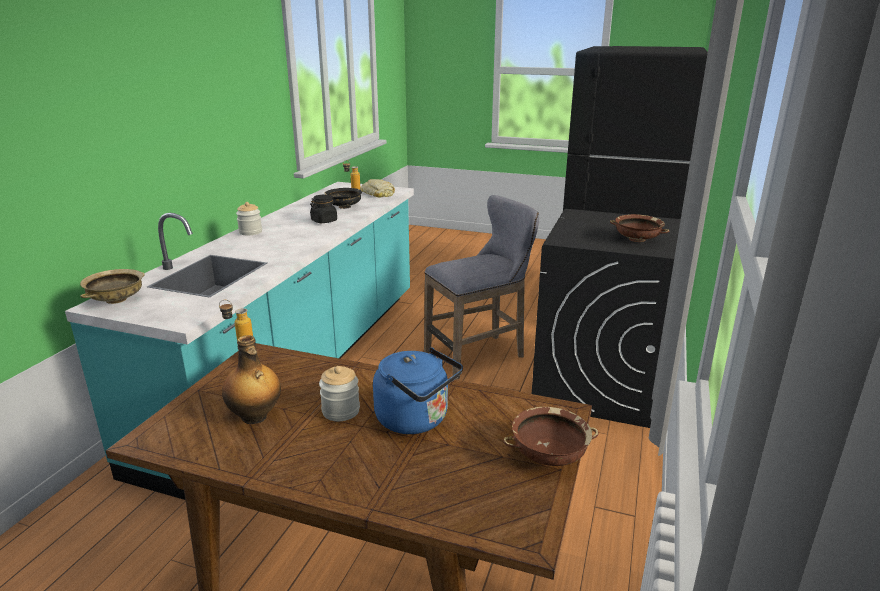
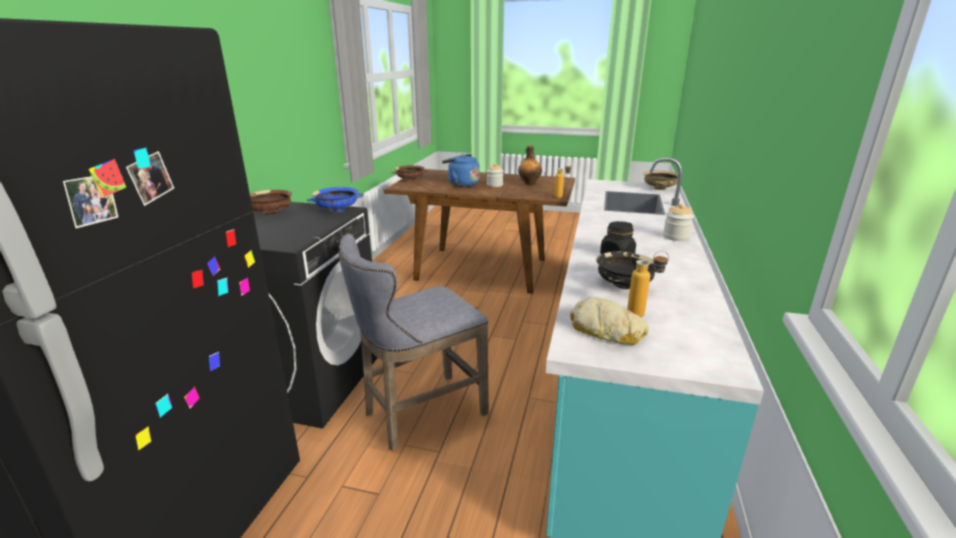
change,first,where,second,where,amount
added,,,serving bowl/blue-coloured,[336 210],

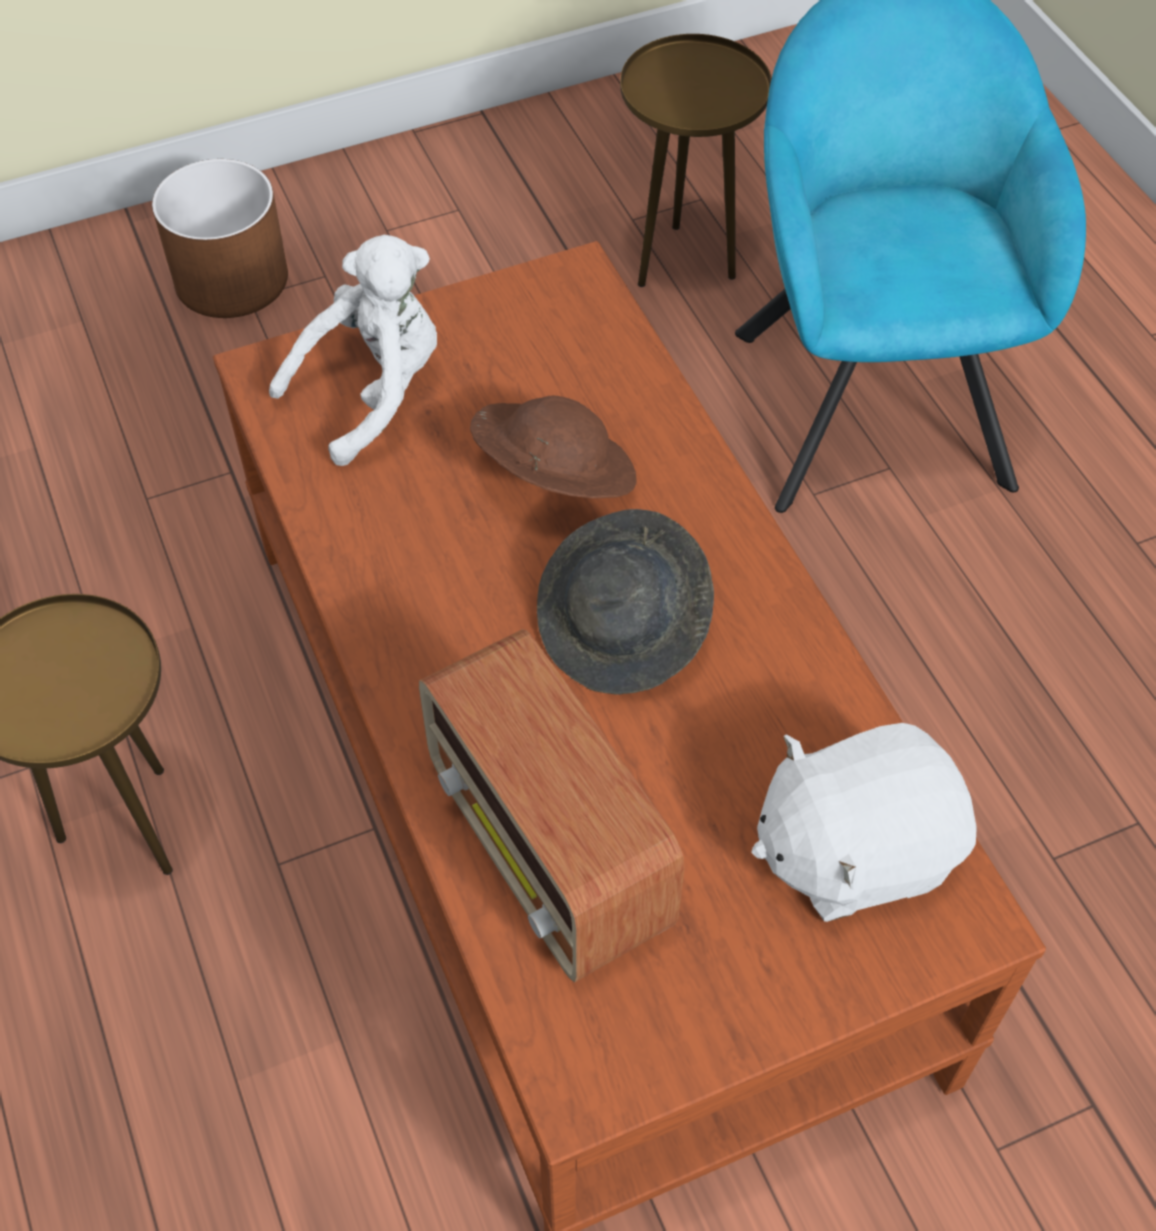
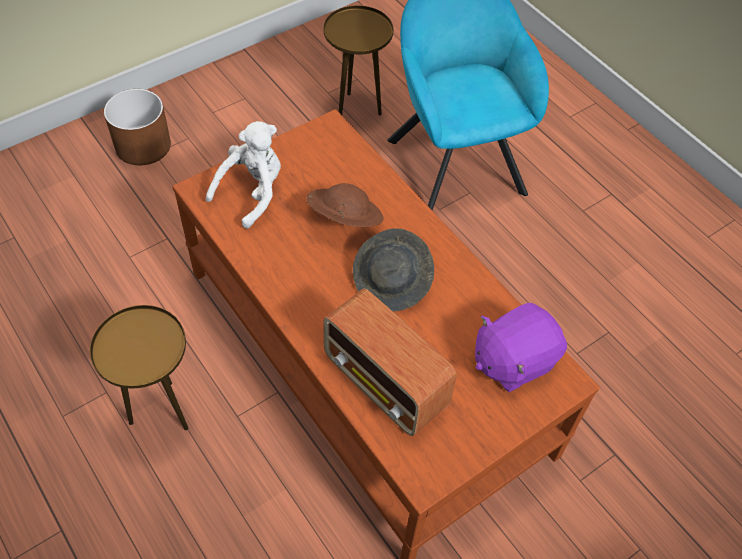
change,first,where,second,where,amount
recoloured,soft toy/whitish,[854 849],soft toy/purplish,[513 360],

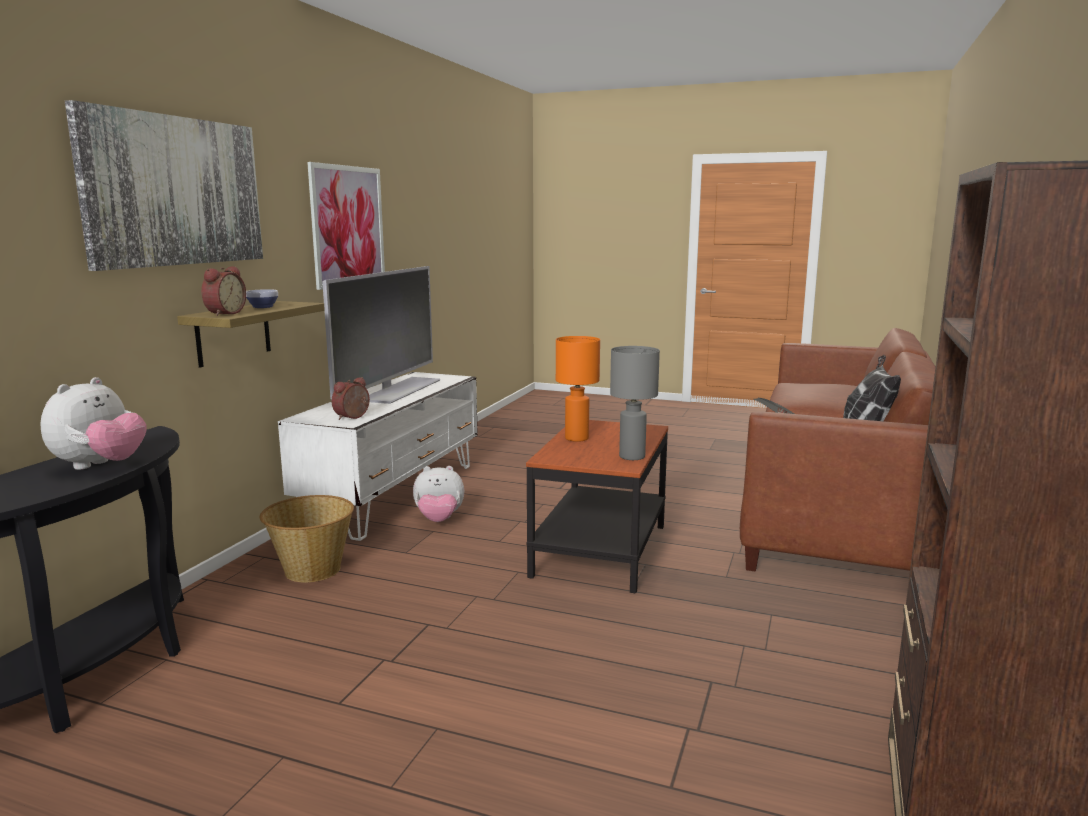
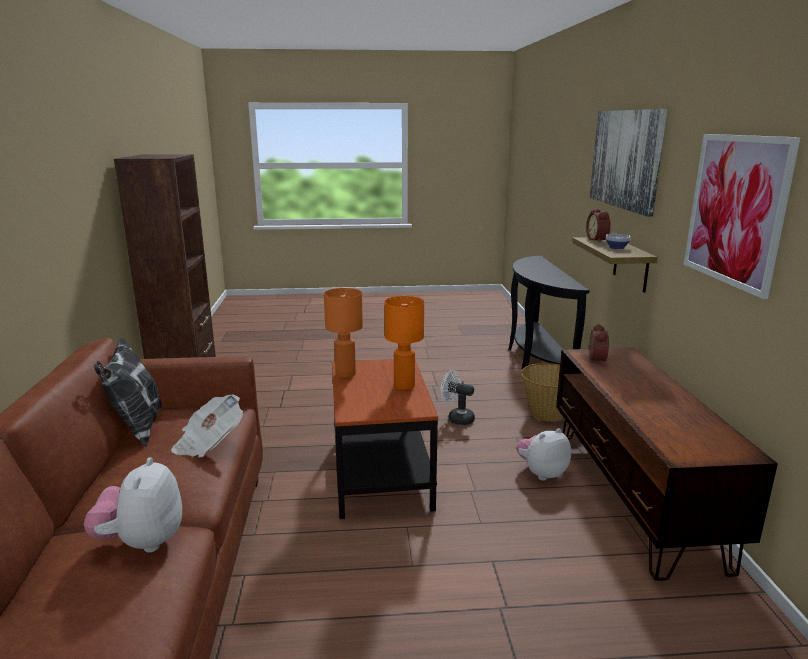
change,first,where,second,where,amount
removed,TV,[399 390],,,
added,,,fan/whitish,[456 418],
moved,soft toy,[100 466],,[142 542],
recoloured,tv unit/whitish,[394 494],tv unit/brown-coloured,[633 495],
recoloured,tabletop lamp/grey,[632 457],tabletop lamp/orangey,[345 374],

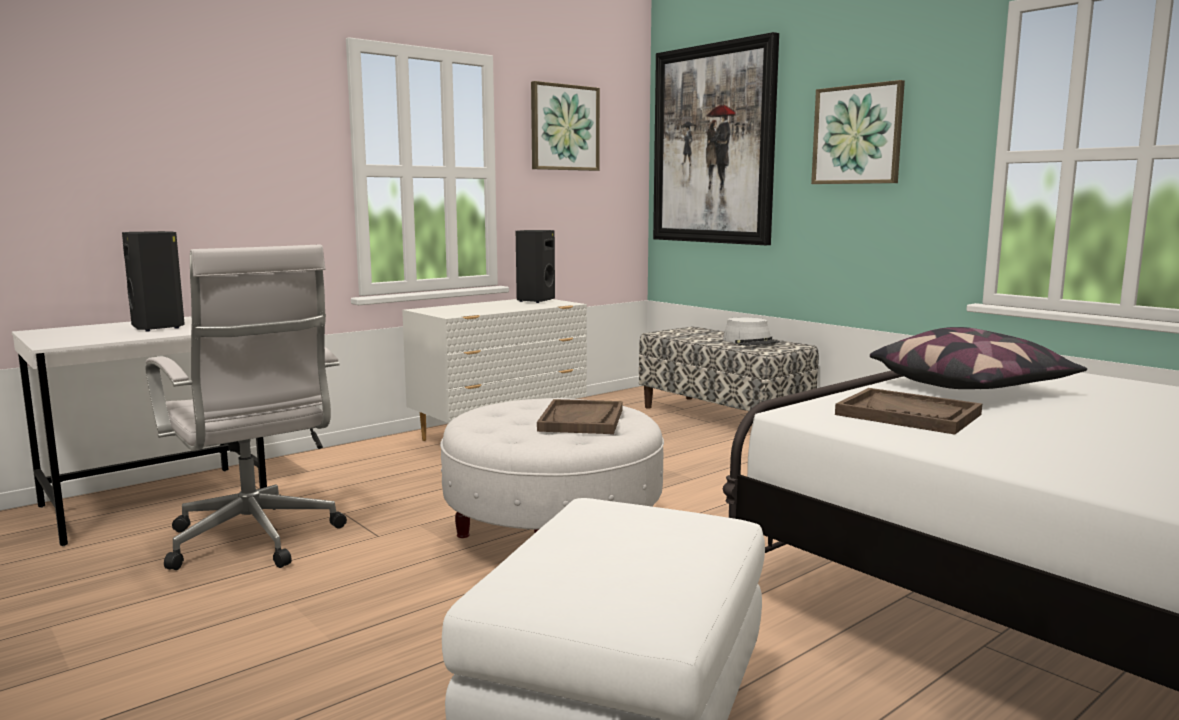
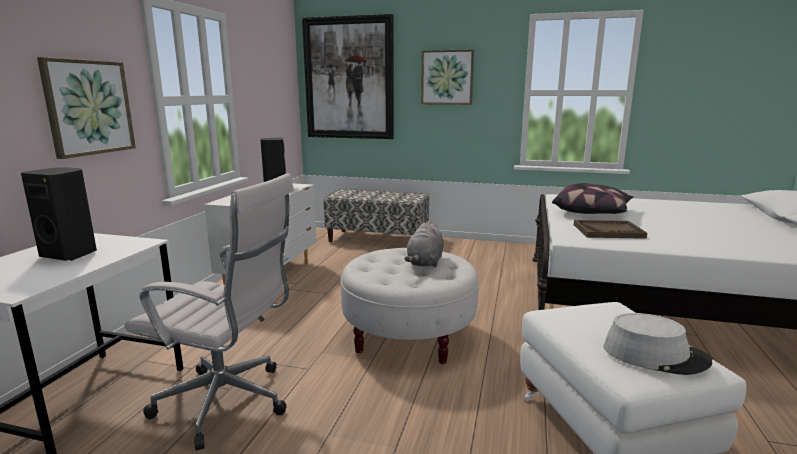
change,first,where,second,where,amount
moved,picture,[564 127],,[88 107],
moved,hat/grey,[751 342],,[654 355],
replaced,carrying tray/brown-coloured,[582 420],soft toy/grey,[425 262],

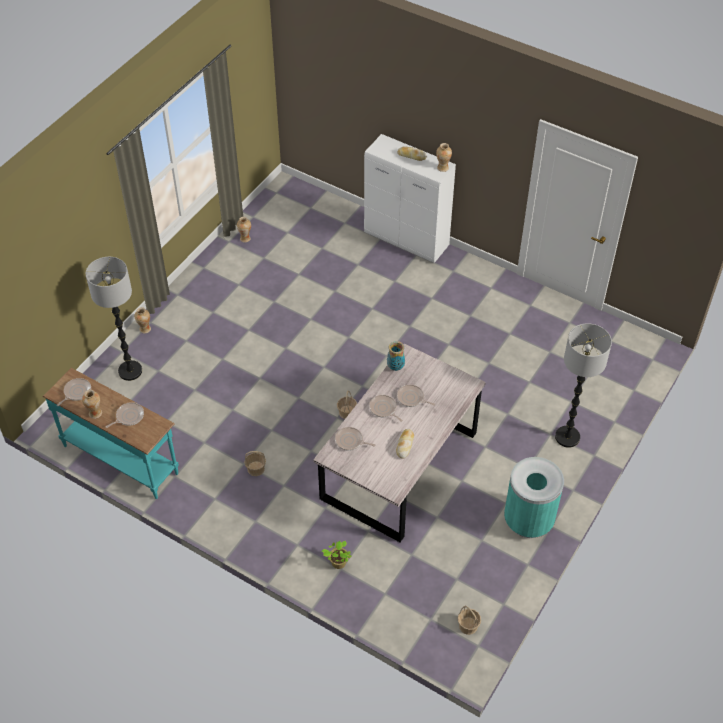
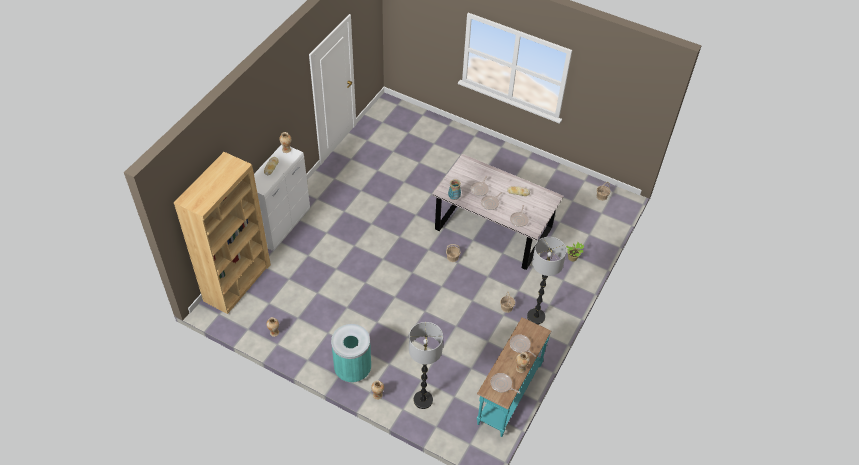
change,first,where,second,where,amount
added,,,bookcase/brown-coloured,[237 282],
moved,trash can/blue-green,[528 520],,[352 369],
moved,standing lamp,[567 437],,[535 317],

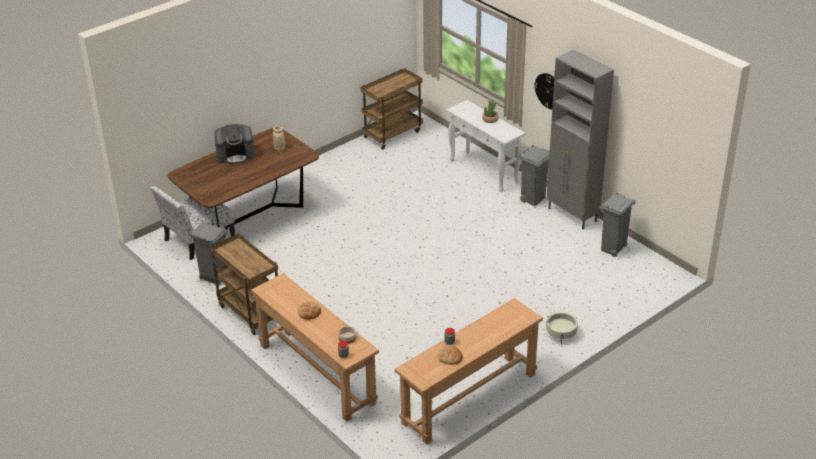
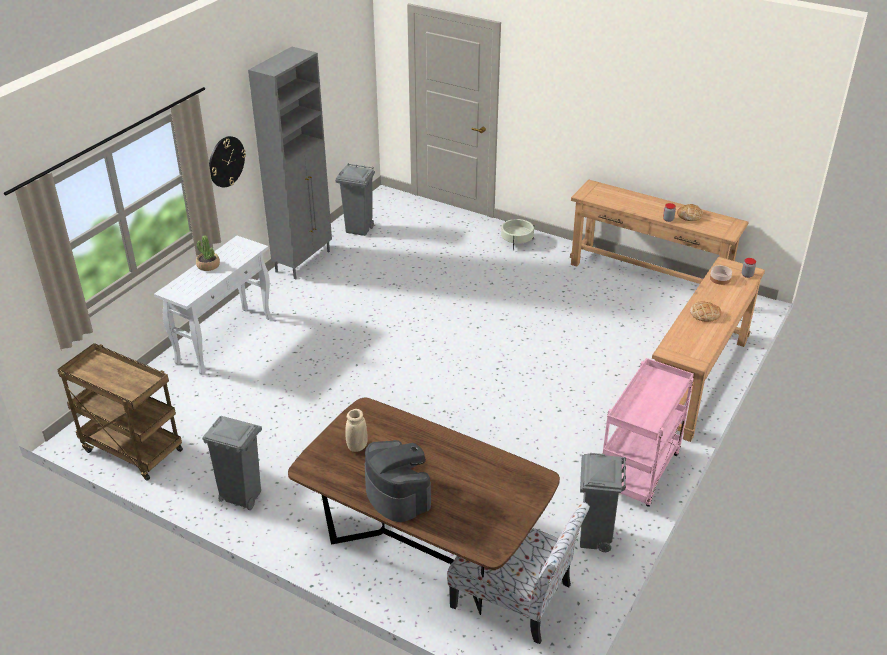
change,first,where,second,where,amount
moved,trash can/grey,[533 199],,[241 497],
recoloured,wheeled cart/brown-coloured,[249 312],wheeled cart/pinkish,[639 473],

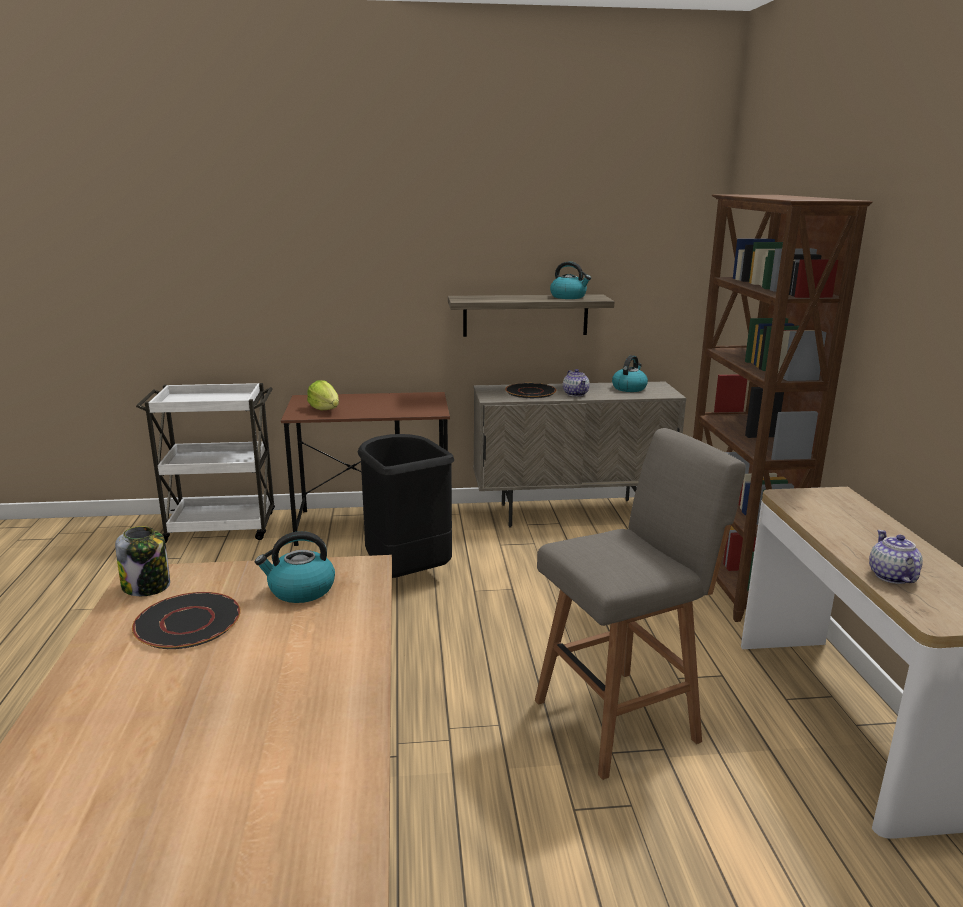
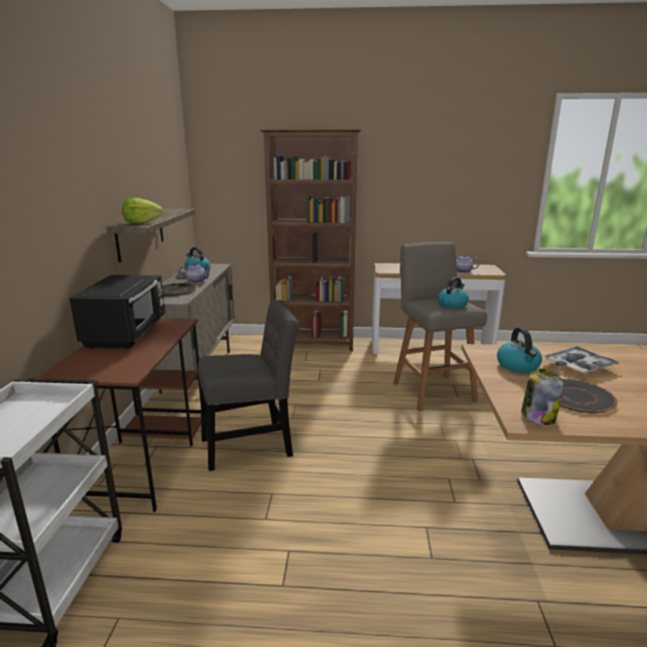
change,first,where,second,where,amount
added,,,microwave oven/black,[127 334],
added,,,carrying tray,[578 366],
moved,lettuce head,[325 409],,[141 222],
moved,kettle,[569 297],,[452 304],
replaced,trash can/black,[405 573],upright chair/grey,[251 445],

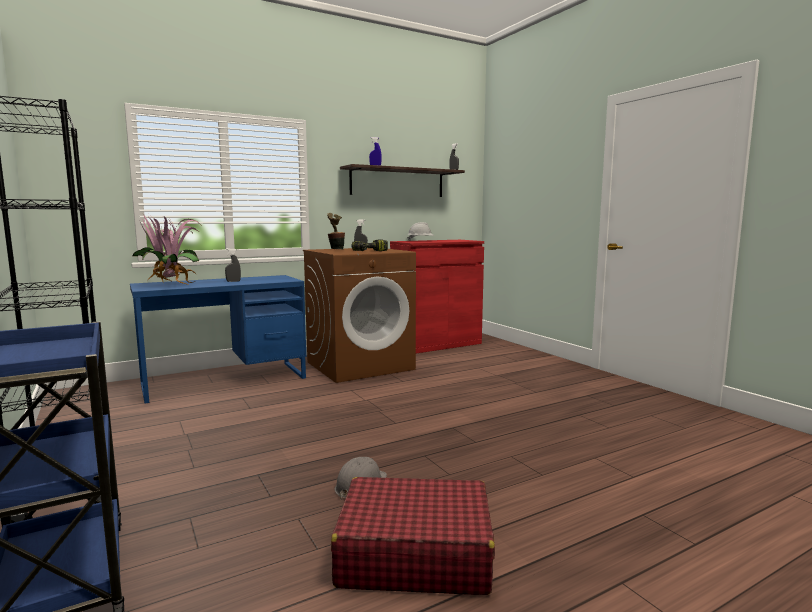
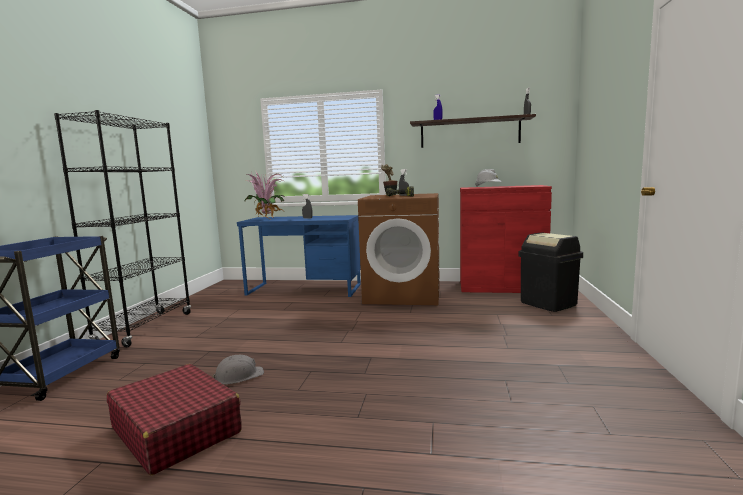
change,first,where,second,where,amount
added,,,trash can/black,[548 303],

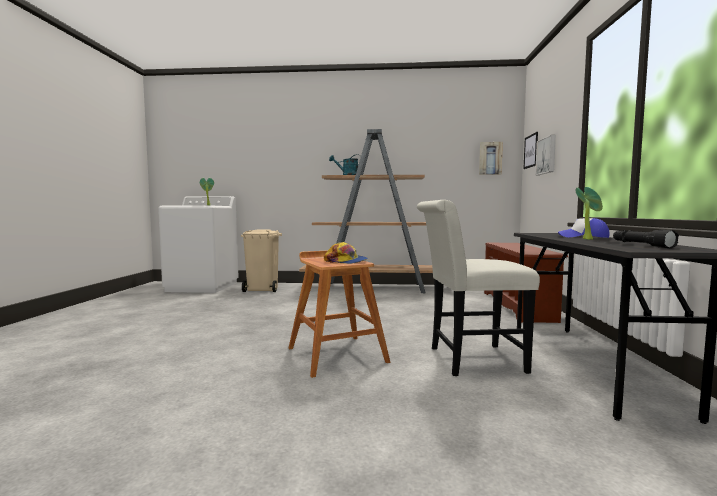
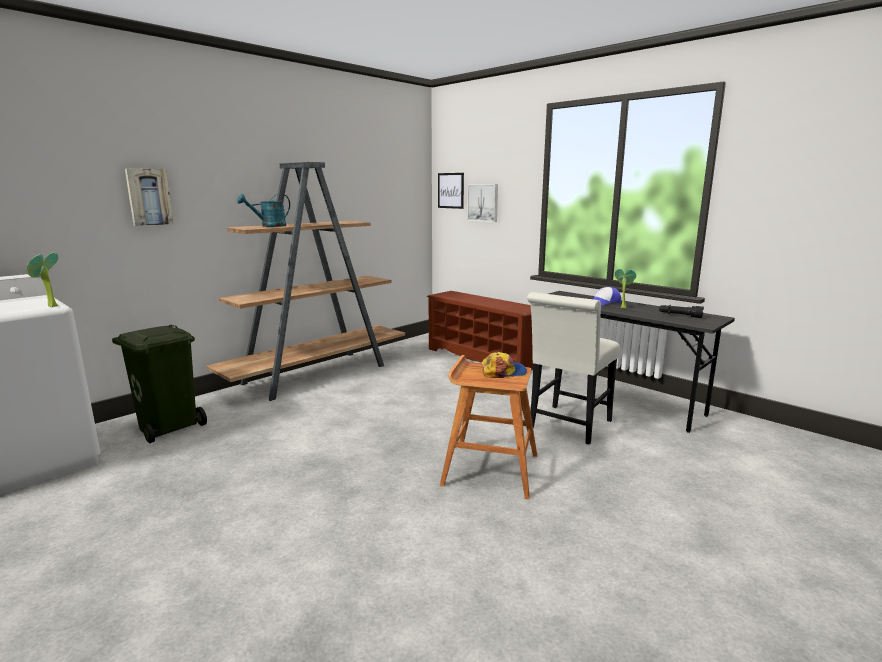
change,first,where,second,where,amount
moved,picture,[490 158],,[149 197],
recoloured,trash can/beige,[263 289],trash can/green-coloured,[169 427],

